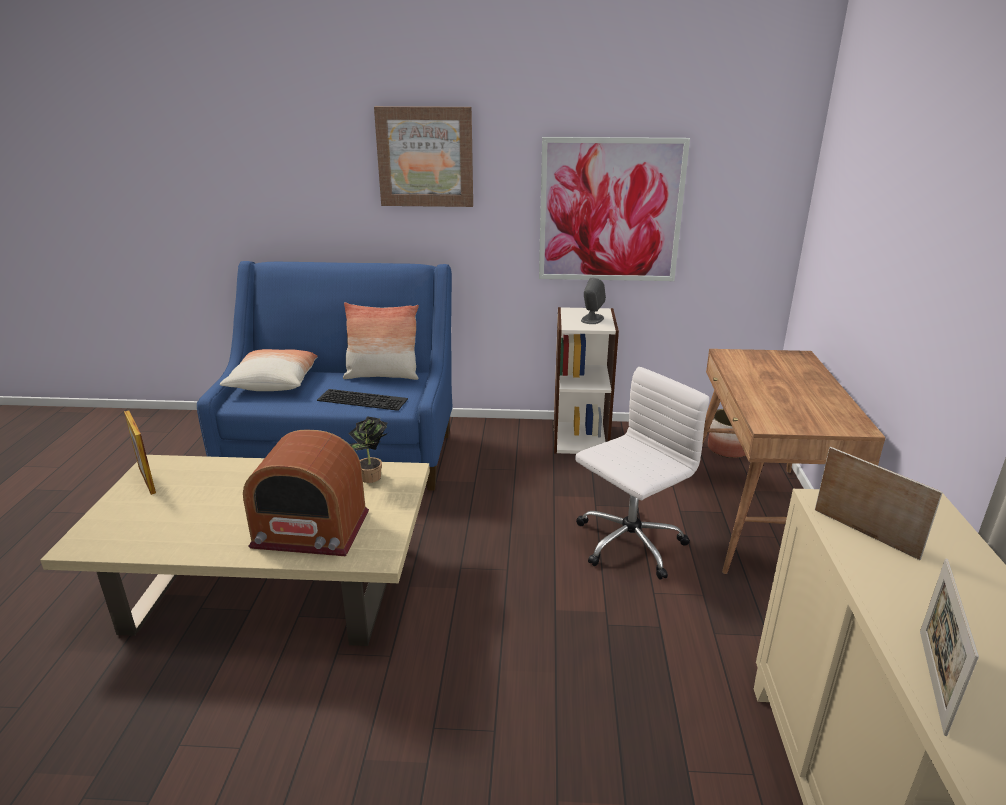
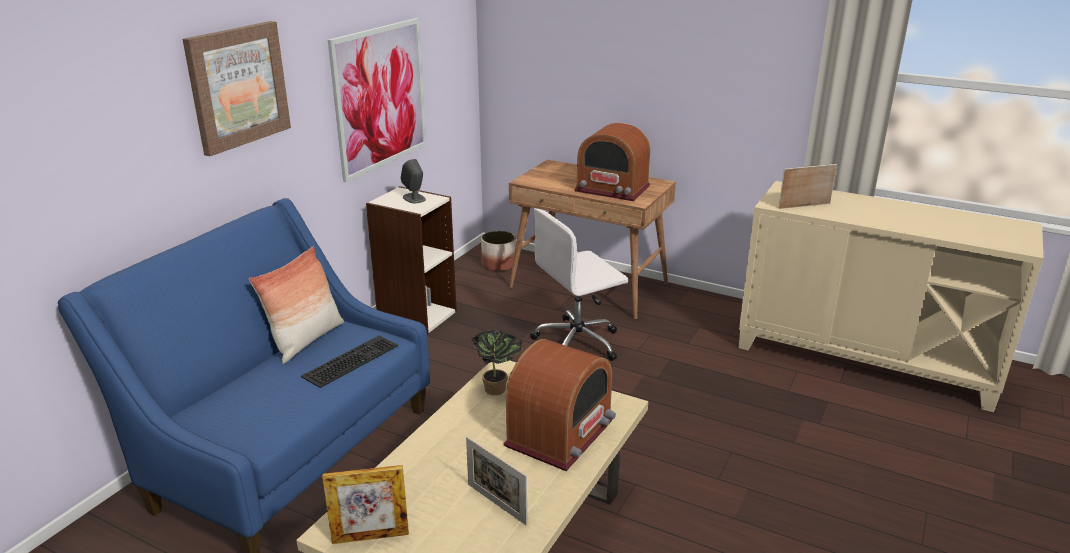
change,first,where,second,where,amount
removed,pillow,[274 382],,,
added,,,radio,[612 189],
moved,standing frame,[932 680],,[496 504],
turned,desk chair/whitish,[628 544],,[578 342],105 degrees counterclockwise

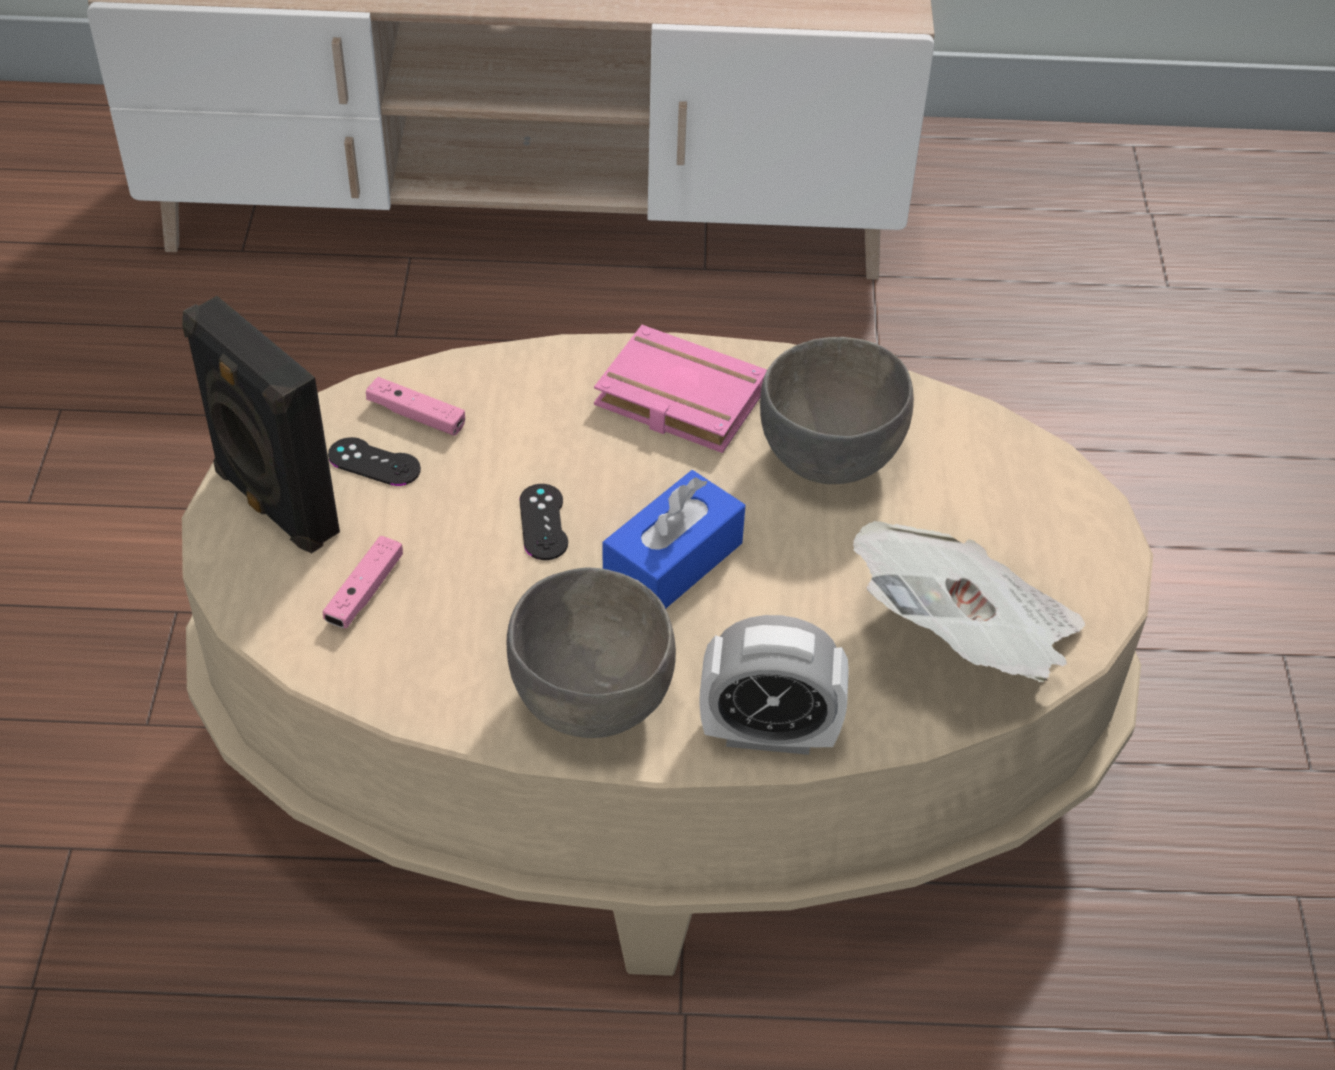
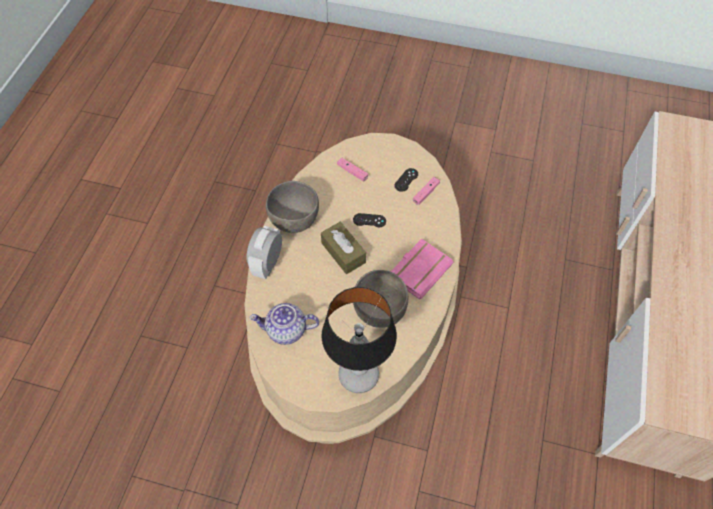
change,first,where,second,where,amount
removed,loudspeaker/black,[273 504],,,
added,,,tabletop lamp,[358 374],
replaced,printed paper,[965 639],pot for tea,[286 330],
recoloured,box of tissues/blue-coloured,[673 561],box of tissues/brown-coloured,[343 252],

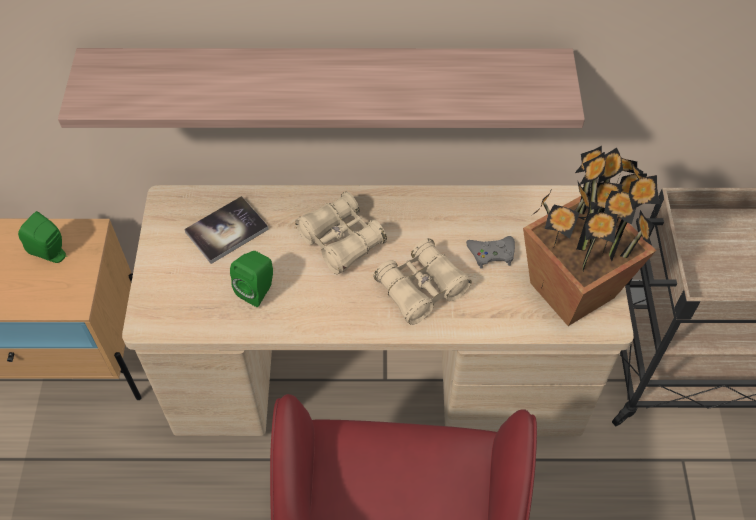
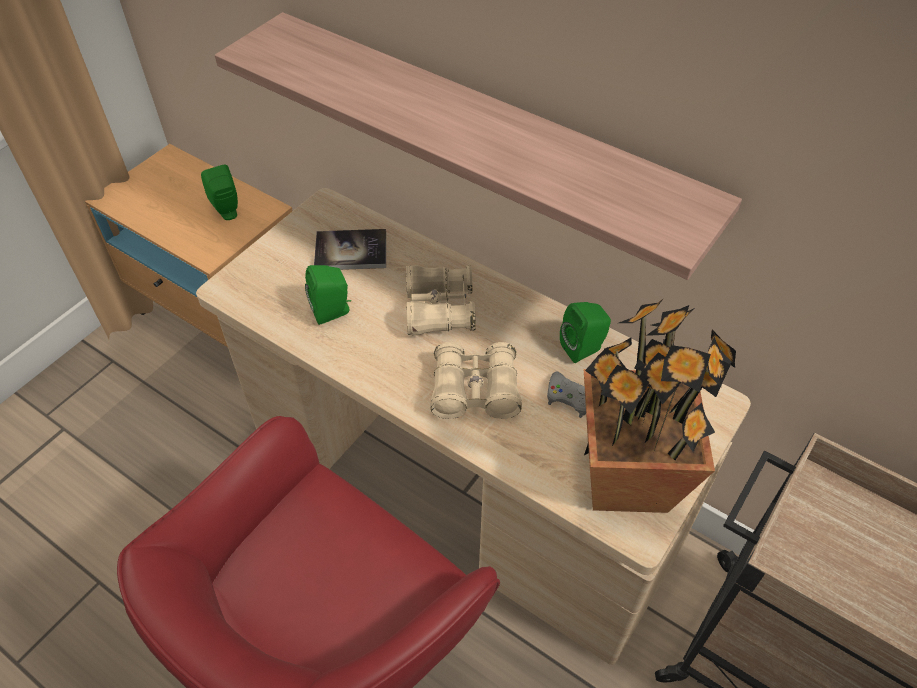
change,first,where,second,where,amount
added,,,loudspeaker/green-coloured,[584 348],

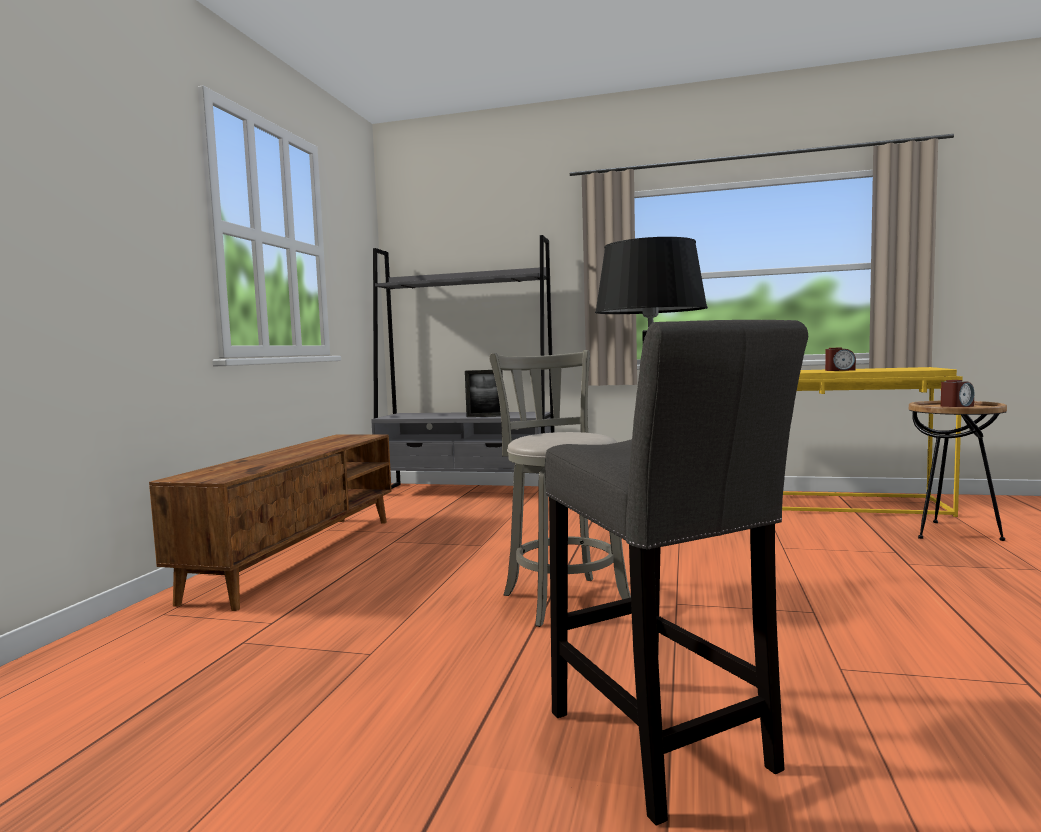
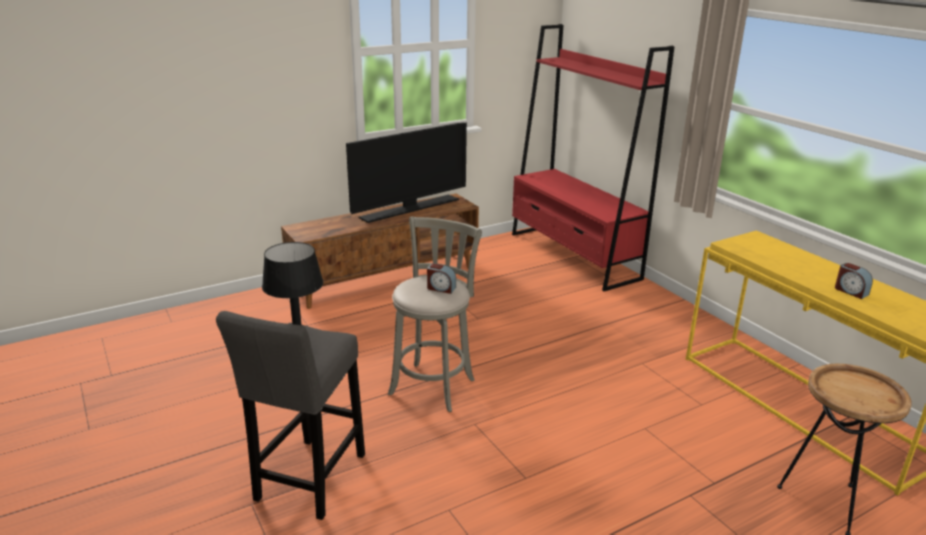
change,first,where,second,where,amount
removed,standing frame,[485 416],,,
added,,,TV,[410 208],
moved,alarm clock,[956 407],,[441 288],
recoloured,bookcase/grey,[466 491],bookcase/red-coloured,[573 256],

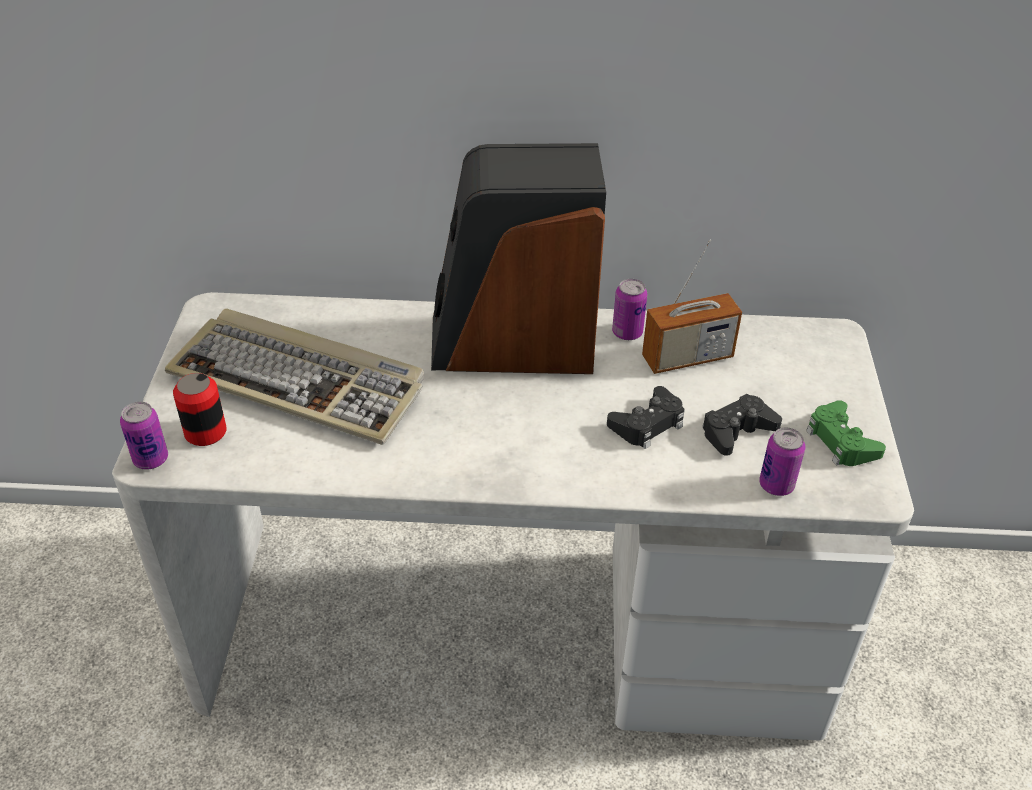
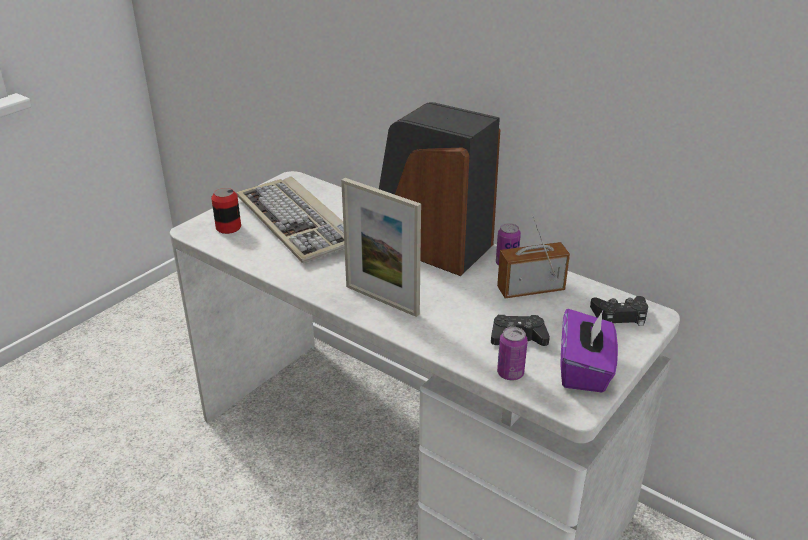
change,first,where,second,where,amount
removed,can,[151 459],,,
added,,,standing frame,[382 300],
moved,gamepad/black,[647 424],,[620 316],
replaced,gamepad/green-coloured,[841 441],box of tissues/purplish,[584 370],
turned,radio,[687 358],,[530 289],150 degrees clockwise

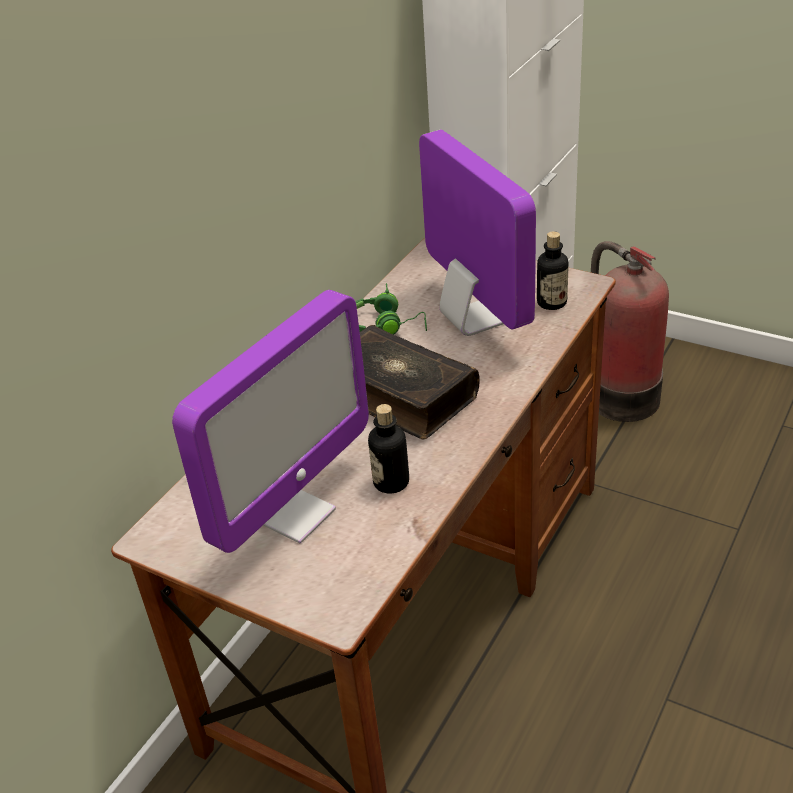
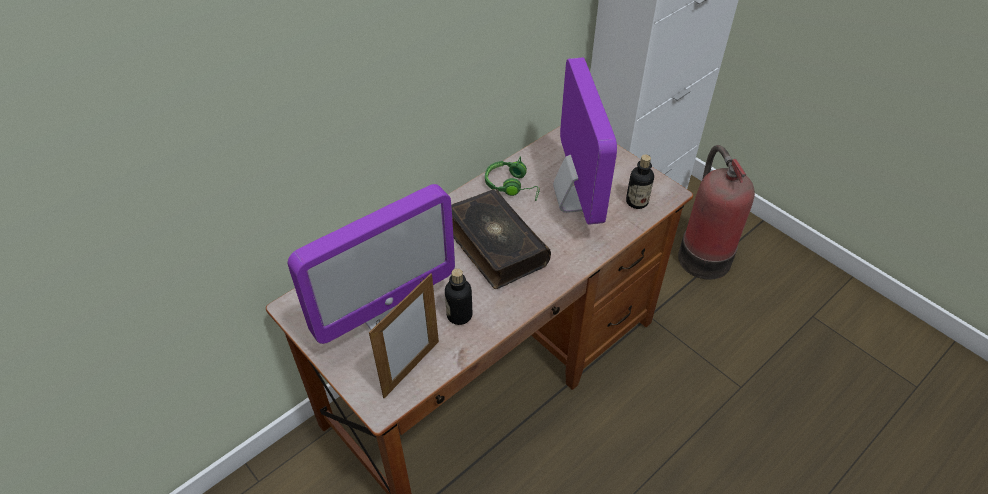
change,first,where,second,where,amount
added,,,standing frame,[411 368],

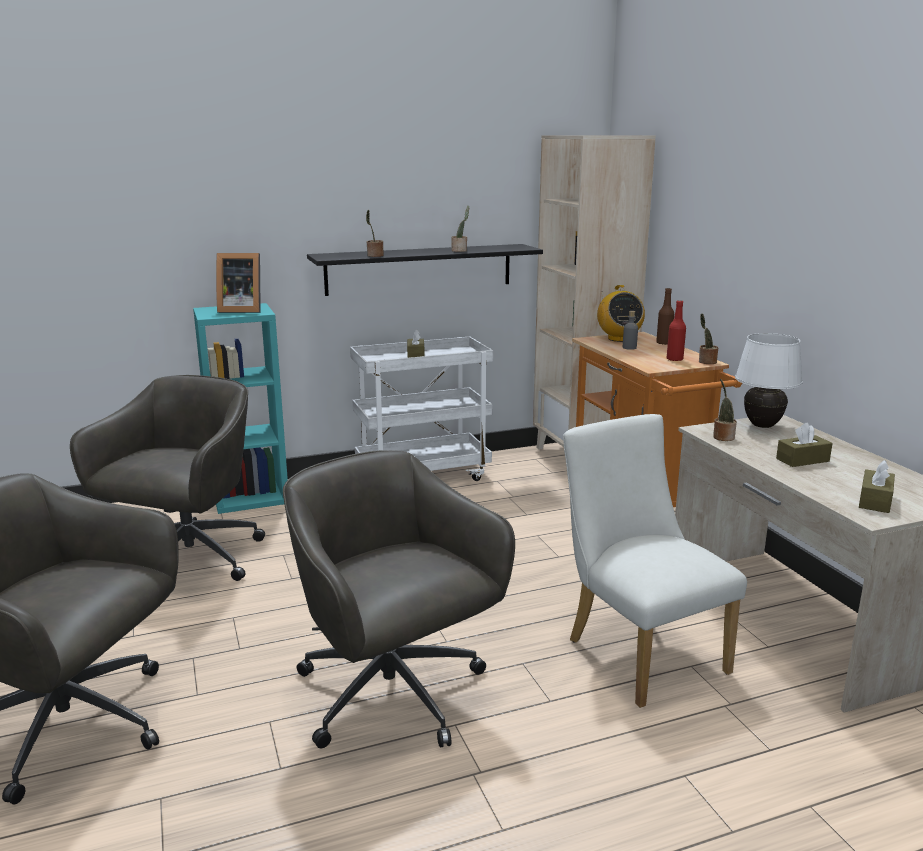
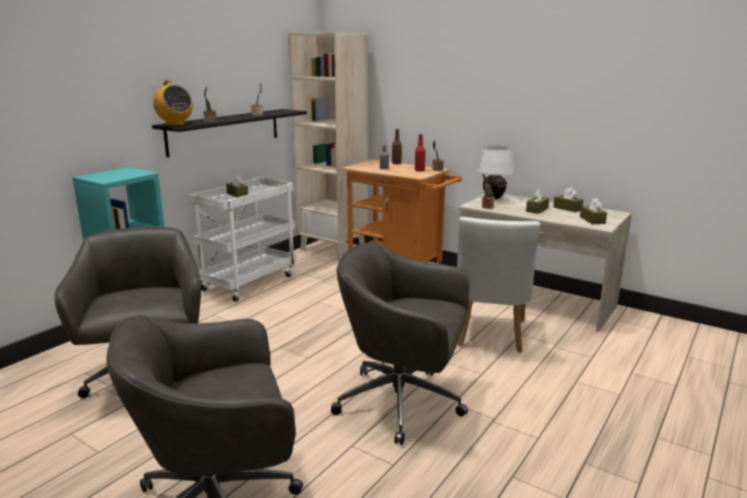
change,first,where,second,where,amount
removed,standing frame,[240 310],,,
added,,,box of tissues/brown-coloured,[567 208],
moved,radio,[619 339],,[175 124],
turned,upright chair/whitish,[638 651],,[490 336],105 degrees counterclockwise

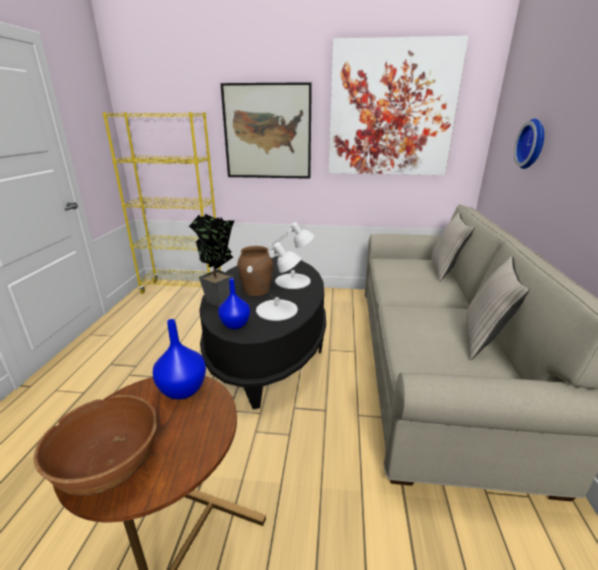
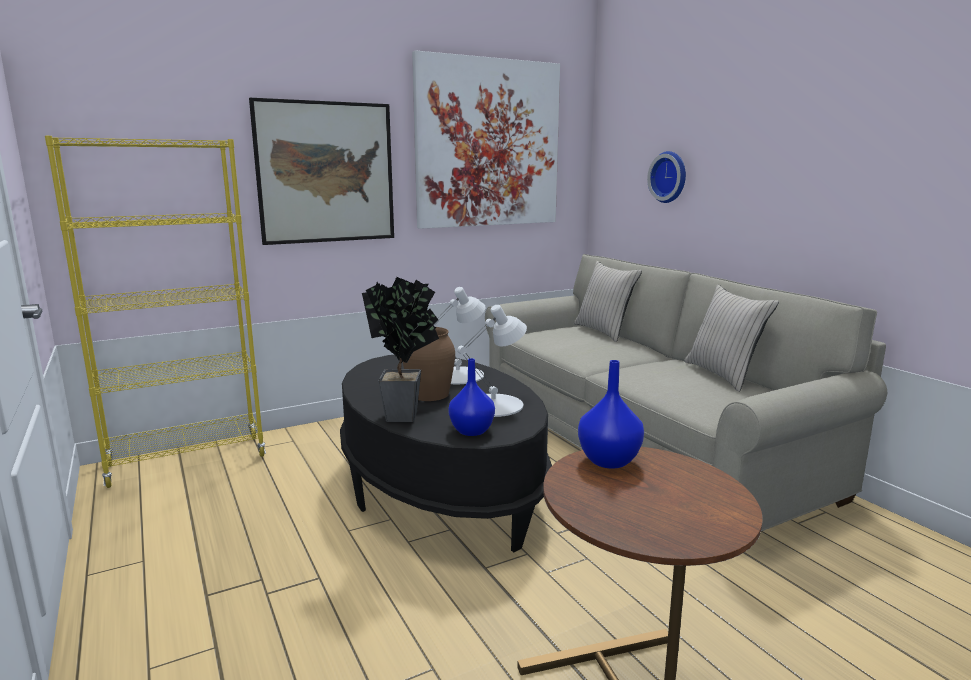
change,first,where,second,where,amount
removed,serving bowl/brown-coloured,[109 467],,,

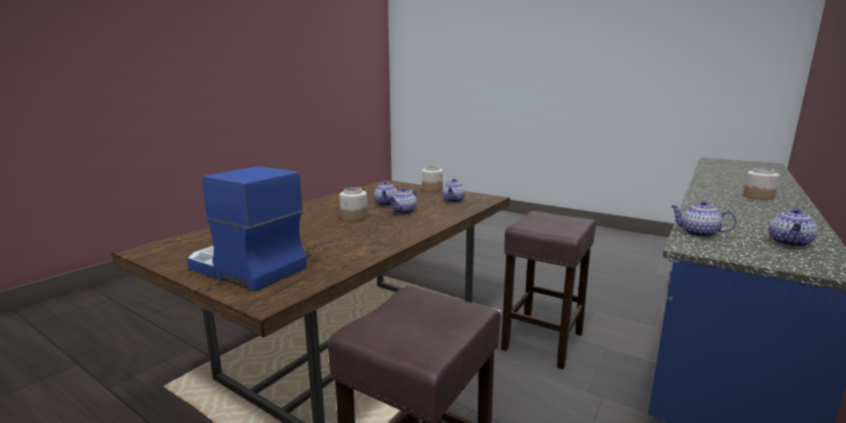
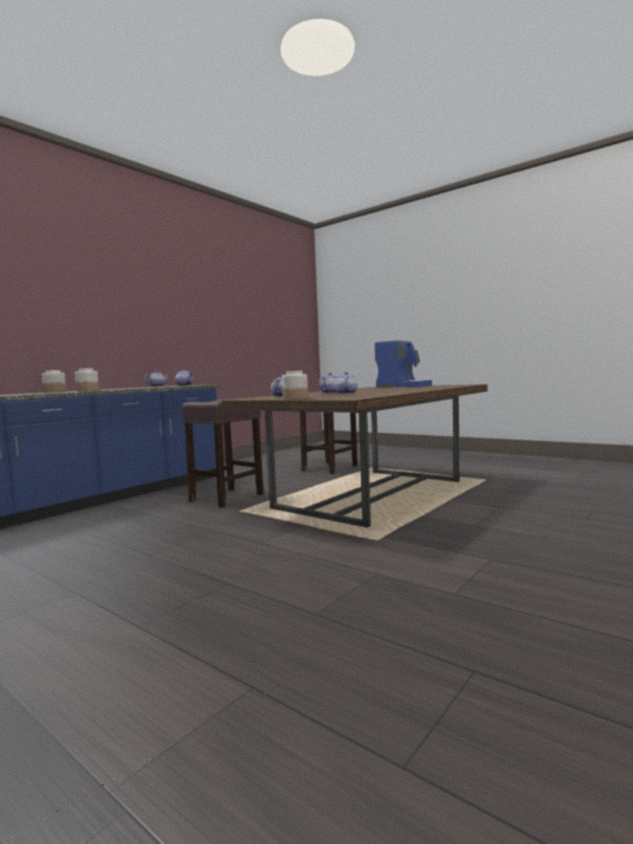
change,first,where,second,where,amount
moved,storage jar,[354 217],,[88 390],

